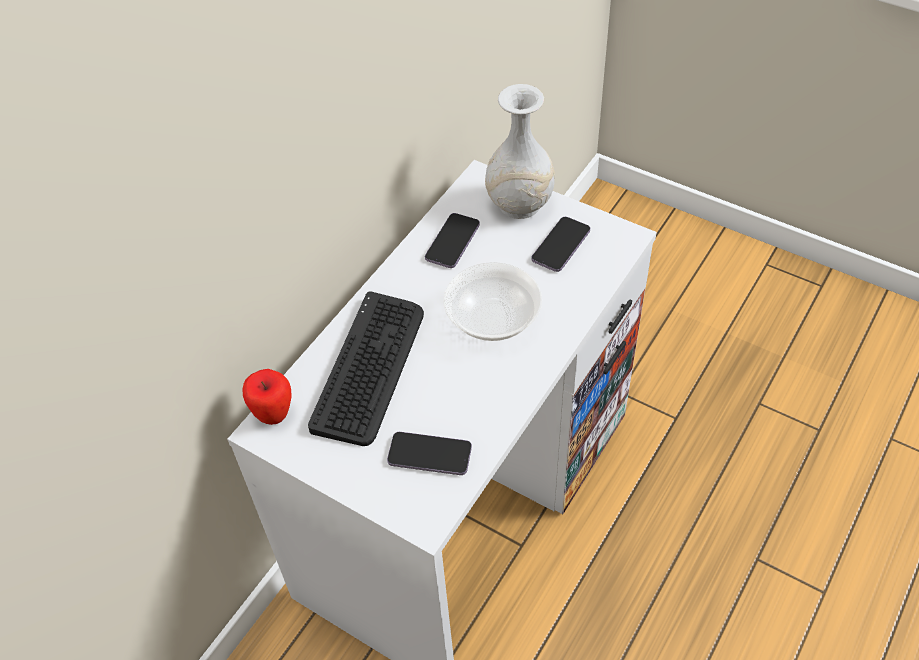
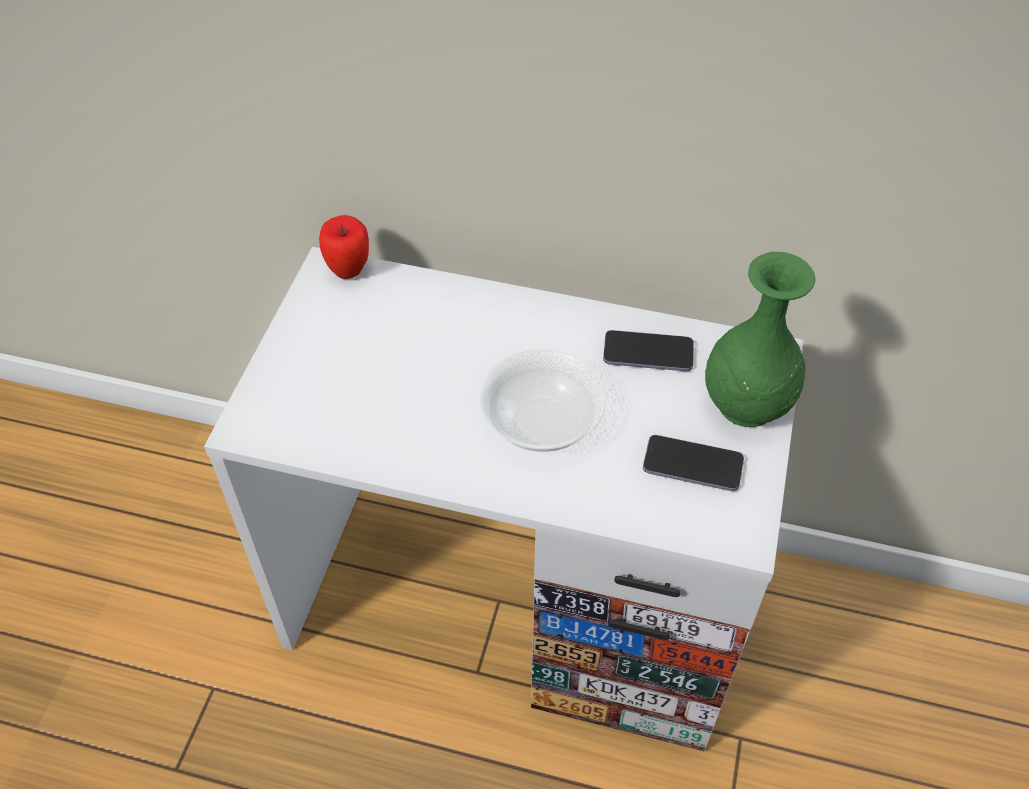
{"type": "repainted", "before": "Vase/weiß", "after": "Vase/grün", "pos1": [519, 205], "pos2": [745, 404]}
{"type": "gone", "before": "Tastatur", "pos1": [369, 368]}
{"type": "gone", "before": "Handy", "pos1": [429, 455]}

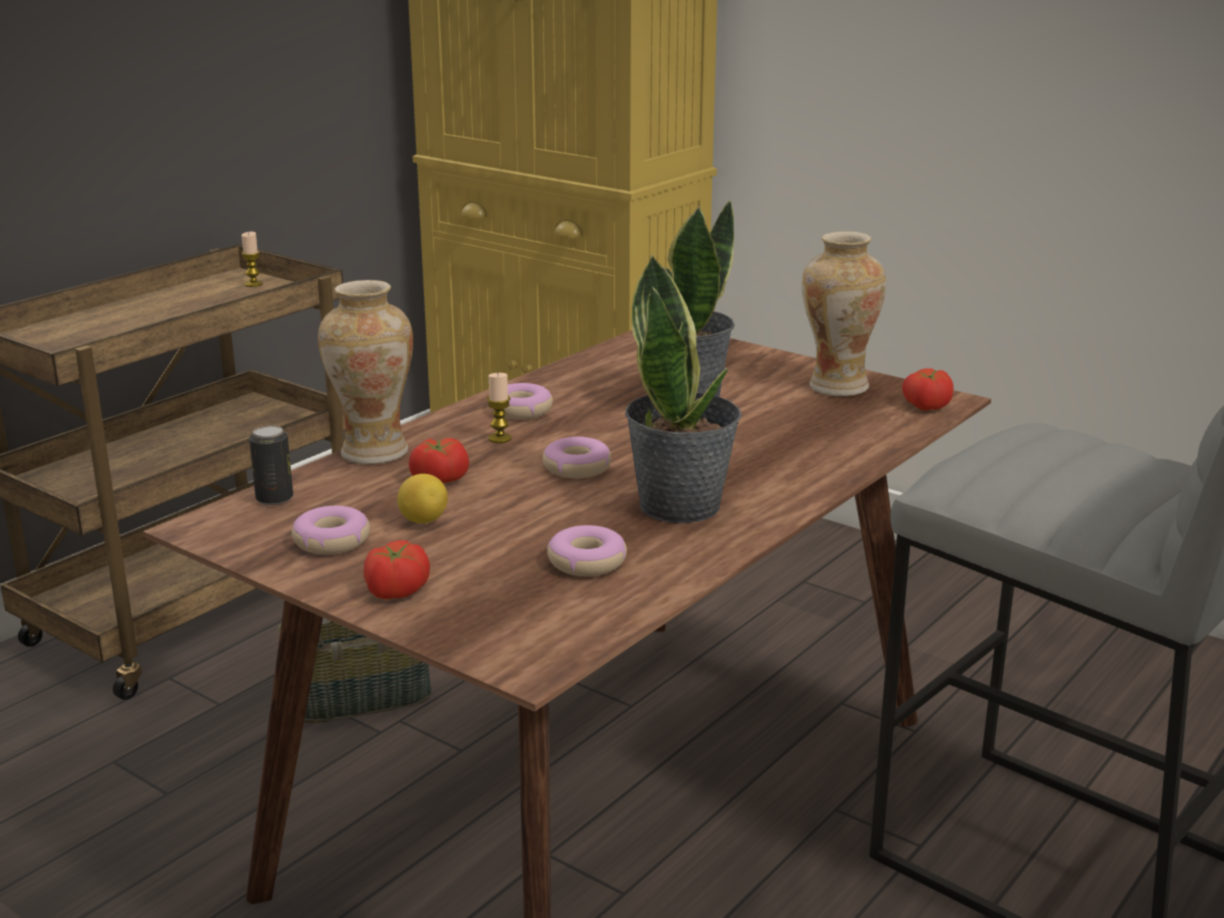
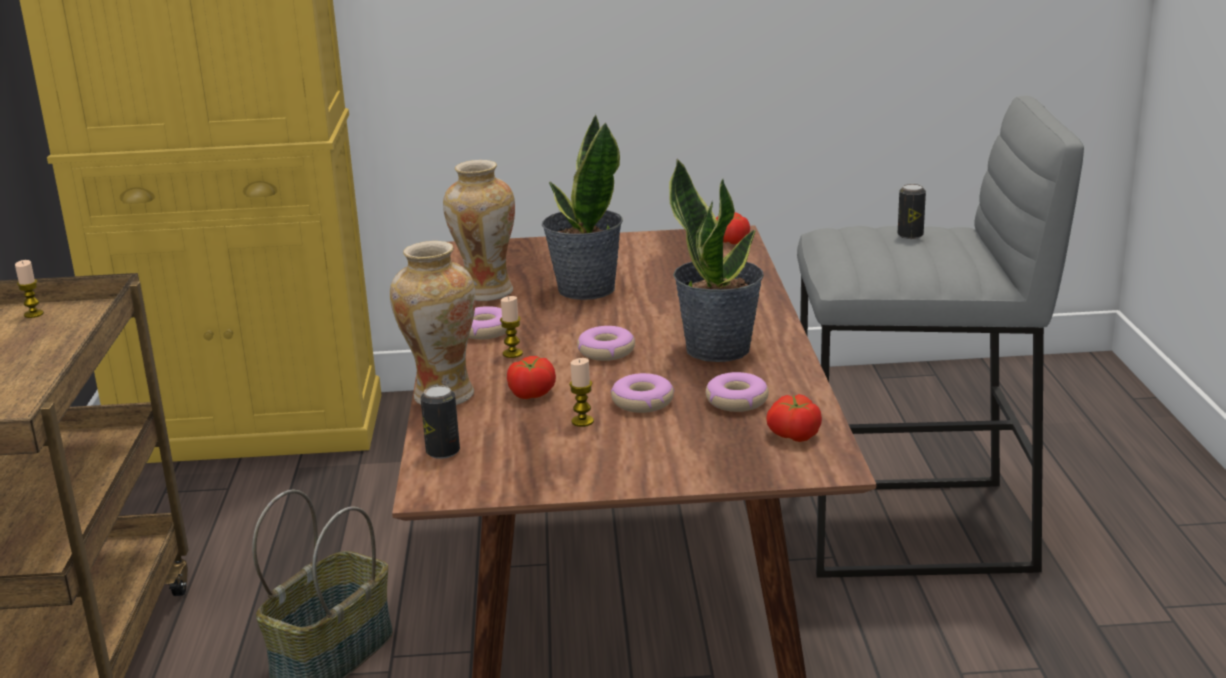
{"type": "shifted", "before": "Vase", "pos1": [836, 386], "pos2": [485, 292]}
{"type": "swapped", "before": "Zitrone", "after": "Kerze", "pos1": [423, 521], "pos2": [582, 421]}
{"type": "shifted", "before": "Donut", "pos1": [331, 541], "pos2": [642, 402]}
{"type": "shifted", "before": "Tomate", "pos1": [395, 590], "pos2": [793, 435]}
{"type": "new", "after": "Dose", "pos2": [910, 235]}

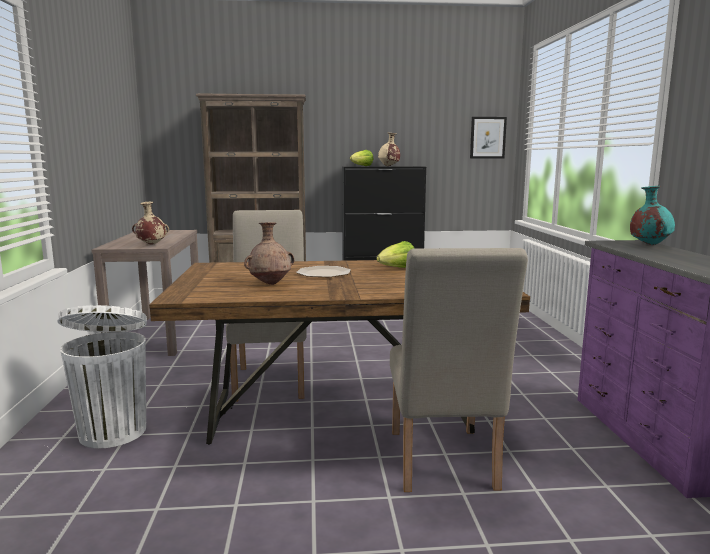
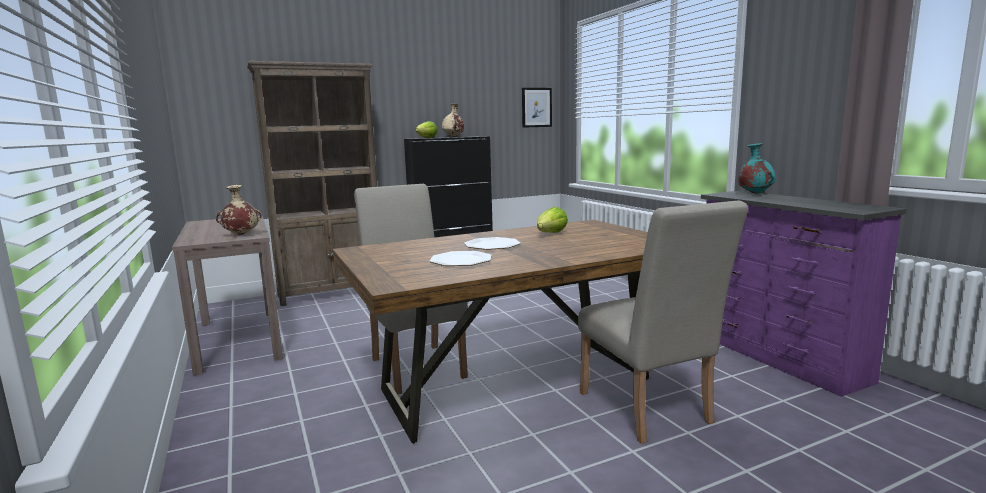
{"type": "swapped", "before": "Vase/braun", "after": "Teller", "pos1": [270, 283], "pos2": [461, 260]}
{"type": "gone", "before": "Mülleimer/weiß", "pos1": [114, 431]}

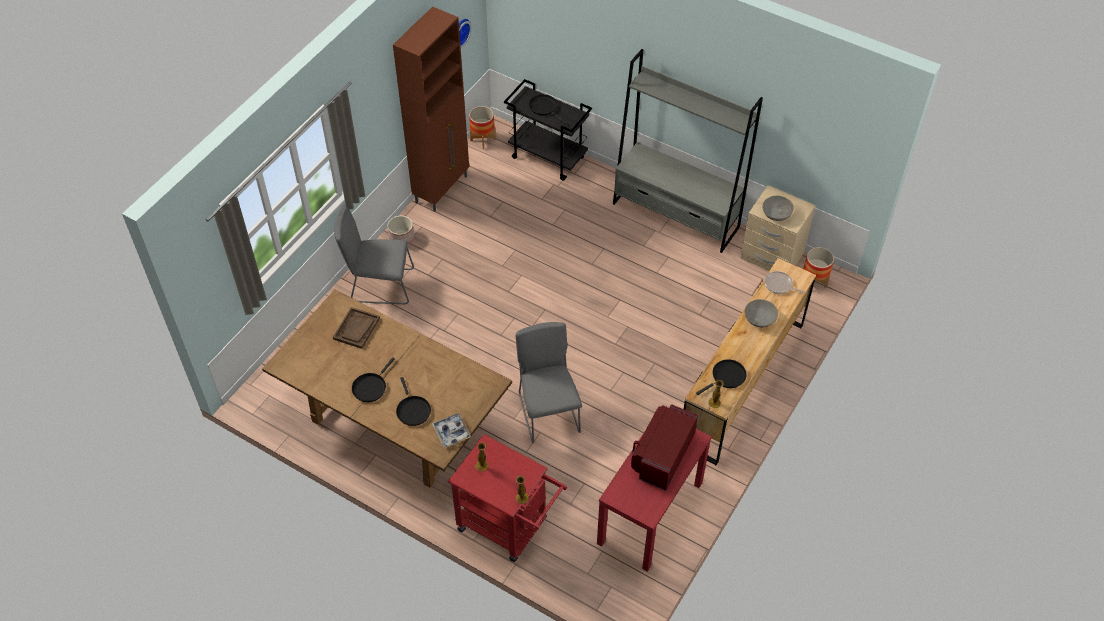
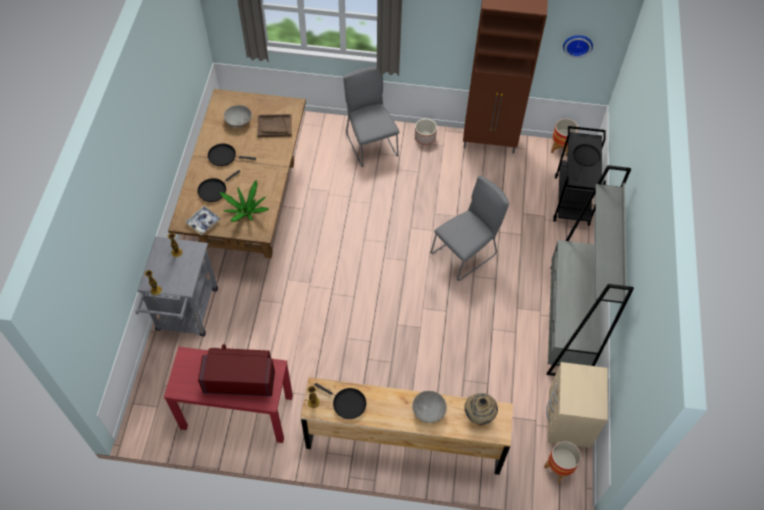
{"type": "repainted", "before": "Rollwagen/rot", "after": "Rollwagen/grau", "pos1": [509, 527], "pos2": [186, 314]}
{"type": "new", "after": "Topfpflanze", "pos2": [246, 211]}
{"type": "shifted", "before": "Schüssel/grau", "pos1": [776, 213], "pos2": [238, 121]}
{"type": "shifted", "before": "Stuhl/grau", "pos1": [548, 410], "pos2": [466, 253]}
{"type": "swapped", "before": "Pfanne", "after": "Vase/beige", "pos1": [779, 285], "pos2": [479, 415]}

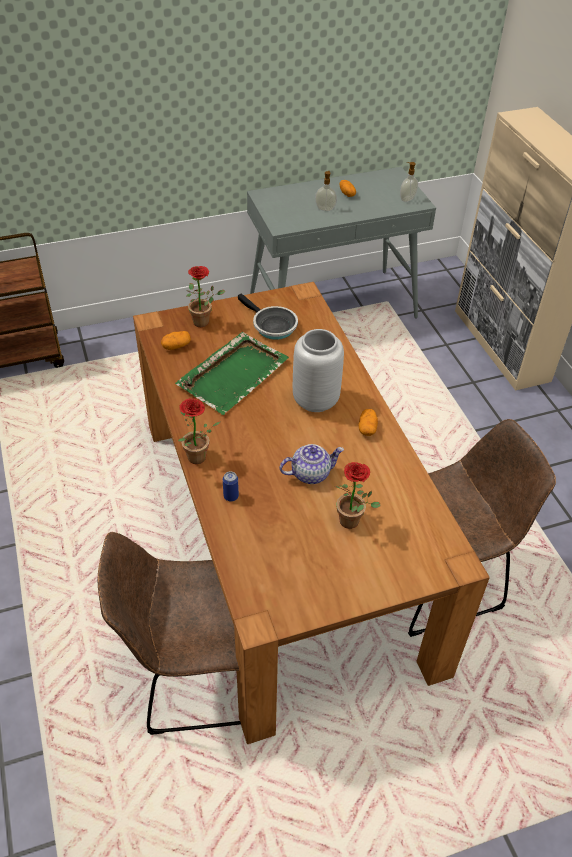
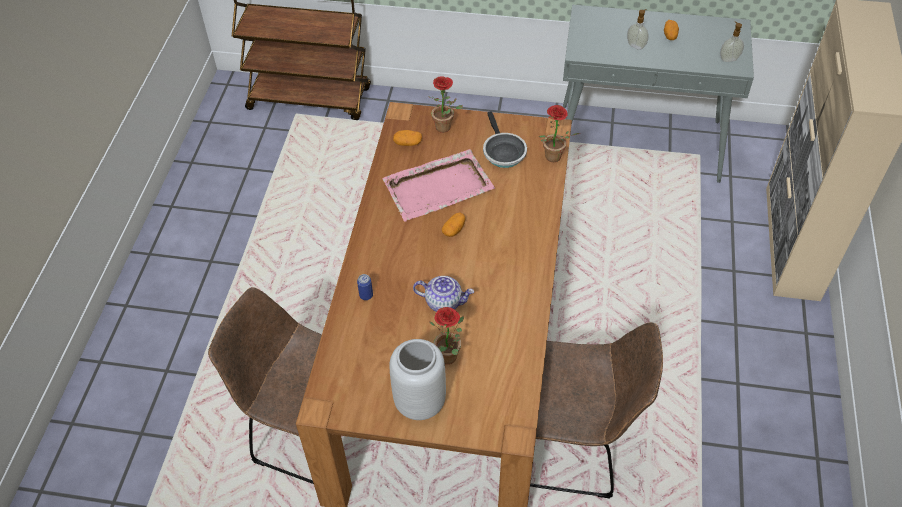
{"type": "repainted", "before": "Tablett/grün", "after": "Tablett/rosa", "pos1": [234, 374], "pos2": [439, 187]}
{"type": "shifted", "before": "Vase/grau", "pos1": [315, 399], "pos2": [420, 401]}
{"type": "shifted", "before": "Kartoffel", "pos1": [367, 428], "pos2": [454, 230]}
{"type": "shifted", "before": "Topfpflanze", "pos1": [197, 460], "pos2": [552, 159]}

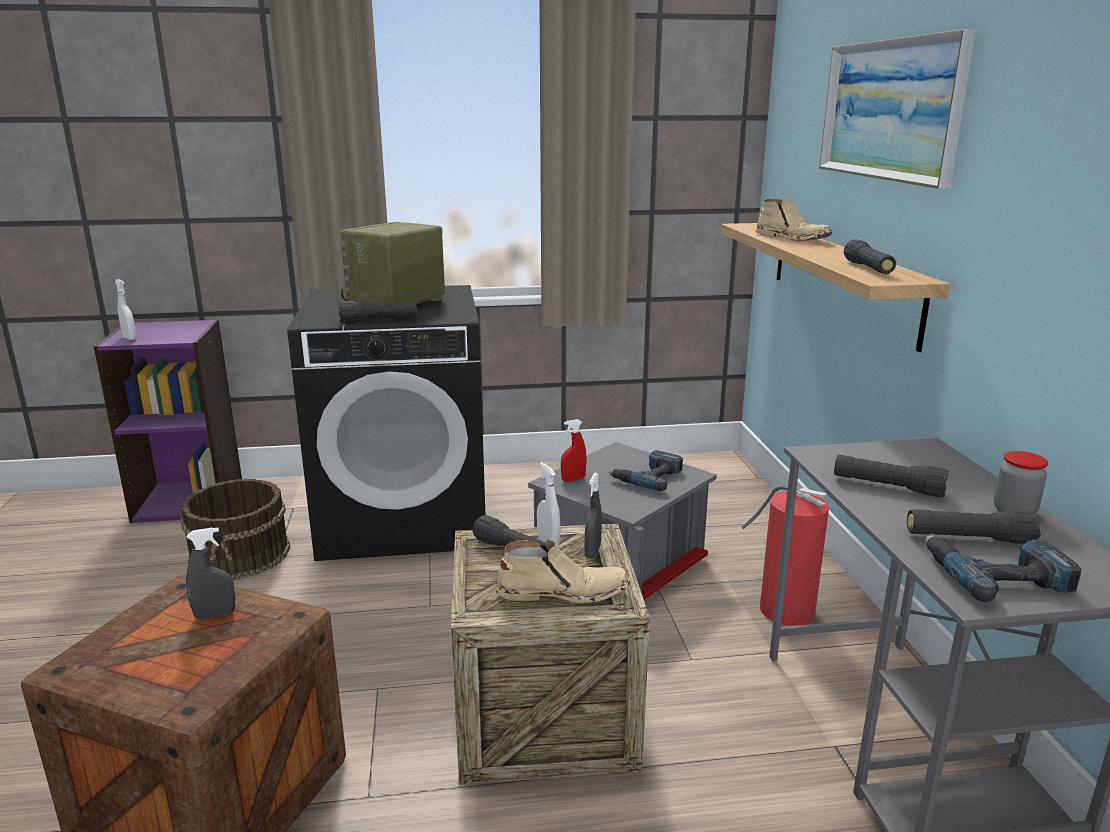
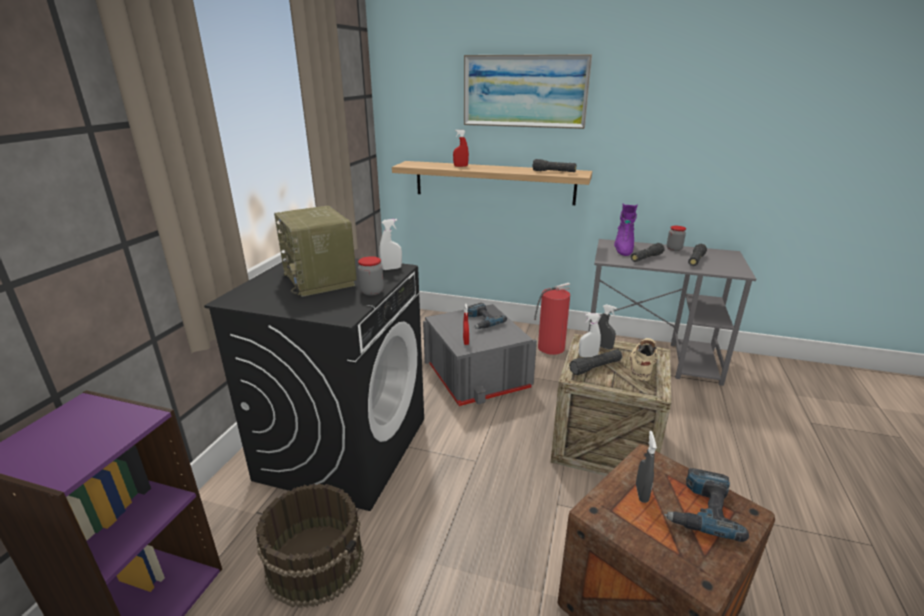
{"type": "swapped", "before": "Taschenlampe/schwarz", "after": "Vorratsglas", "pos1": [379, 320], "pos2": [372, 292]}
{"type": "shifted", "before": "Sprühflasche/weiß", "pos1": [129, 338], "pos2": [391, 268]}
{"type": "swapped", "before": "Stiefel/beige", "after": "Sprühflasche/rot", "pos1": [793, 238], "pos2": [460, 166]}
{"type": "new", "after": "Stiefel/lila", "pos2": [623, 249]}
{"type": "shifted", "before": "Bohrmaschine", "pos1": [996, 575], "pos2": [700, 509]}

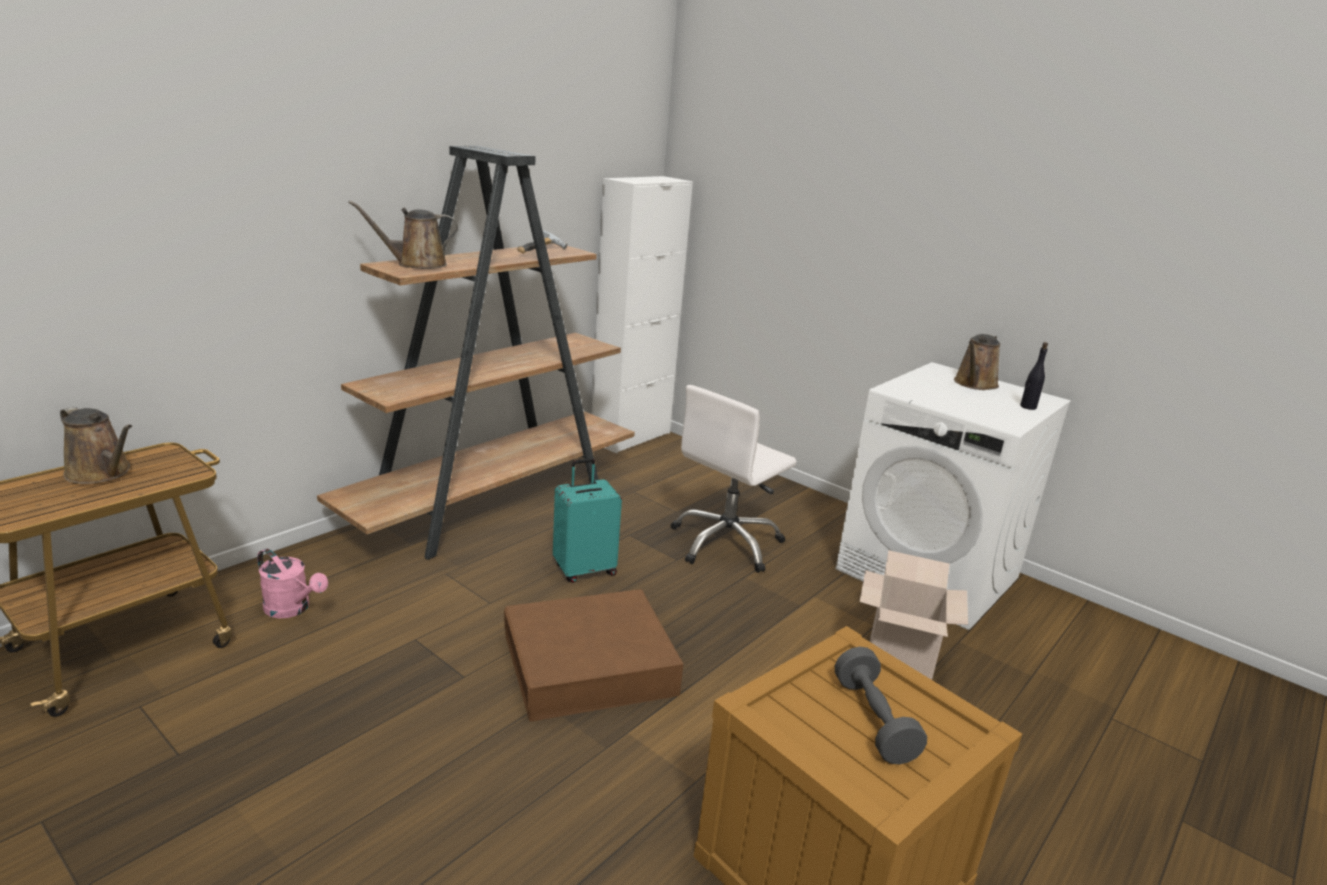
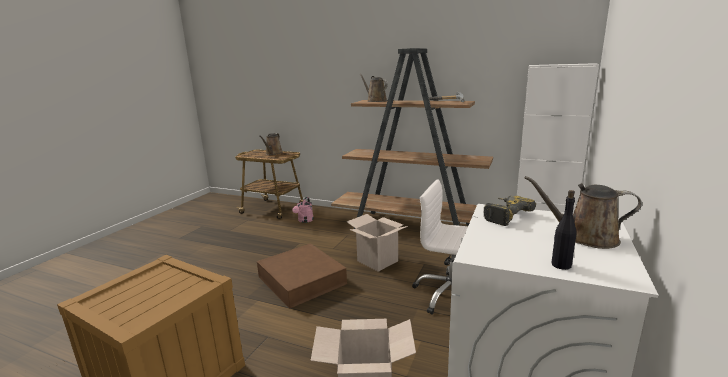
{"type": "swapped", "before": "Koffer/türkis", "after": "Karton", "pos1": [584, 569], "pos2": [377, 261]}
{"type": "new", "after": "Bohrmaschine", "pos2": [504, 215]}
{"type": "gone", "before": "Hantel/grau", "pos1": [873, 721]}

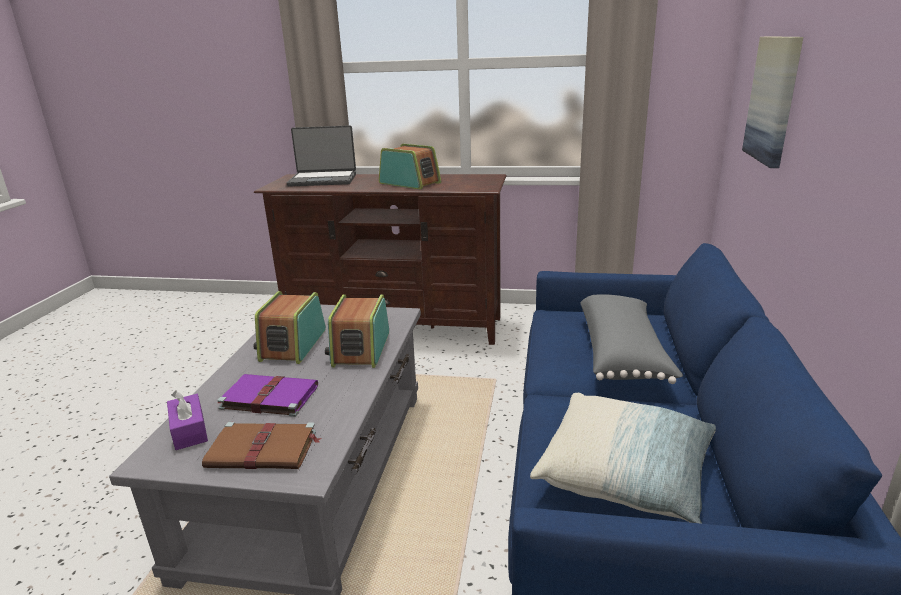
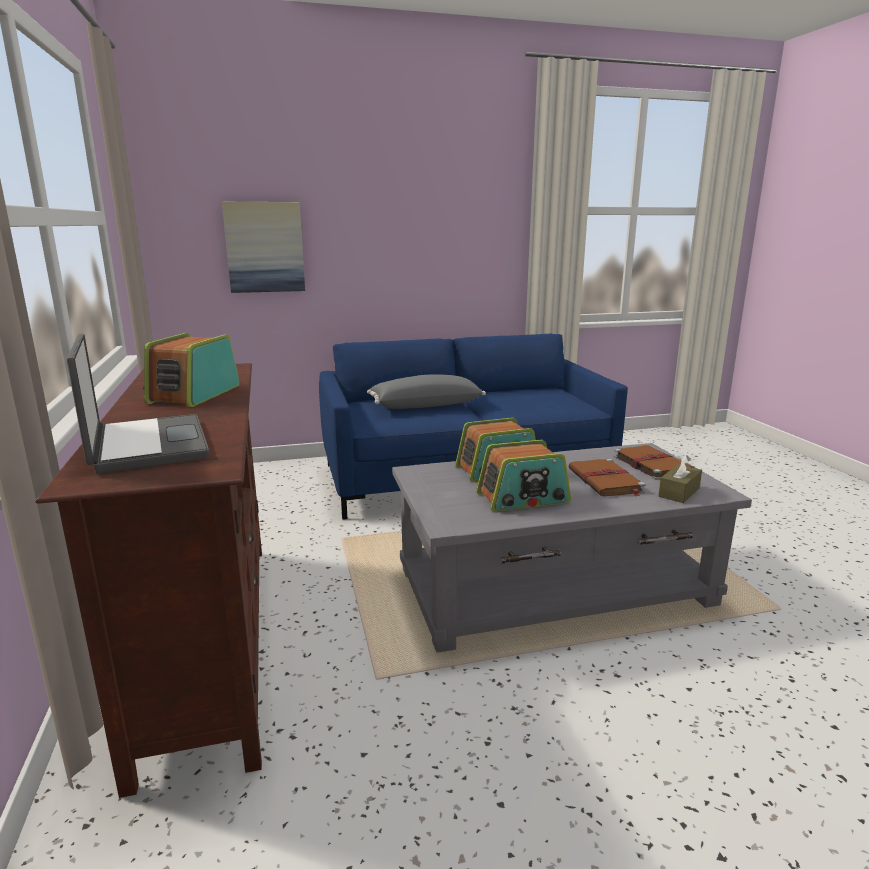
{"type": "repainted", "before": "Buch/lila", "after": "Buch/braun", "pos1": [268, 397], "pos2": [606, 481]}
{"type": "repainted", "before": "Taschentuchbox/lila", "after": "Taschentuchbox/braun", "pos1": [189, 431], "pos2": [679, 492]}
{"type": "gone", "before": "Kissen", "pos1": [625, 473]}

